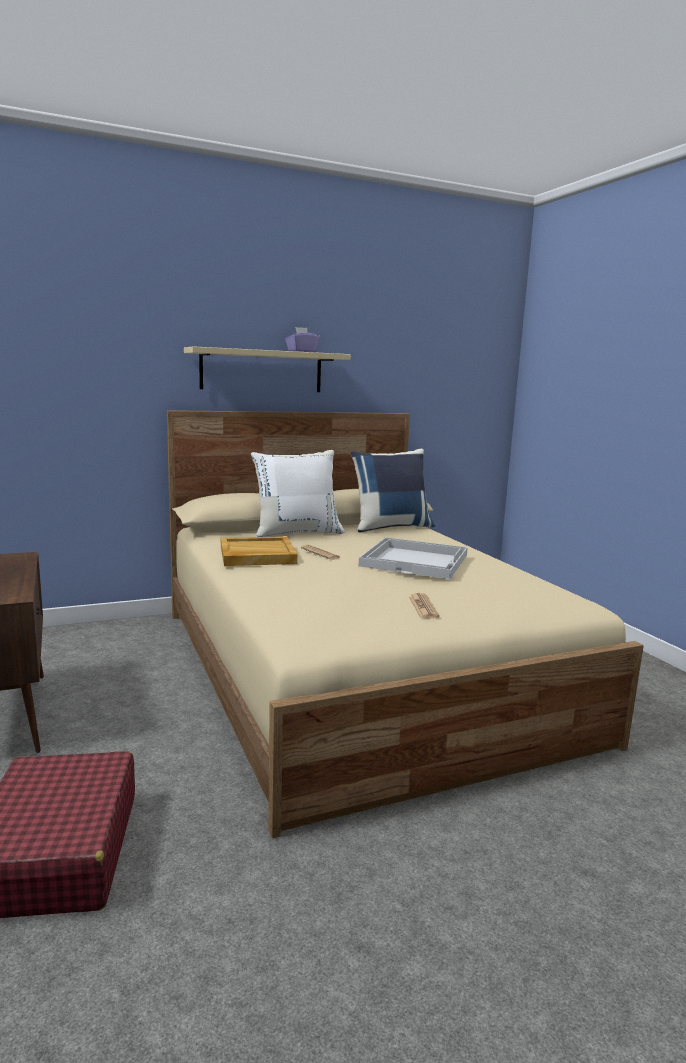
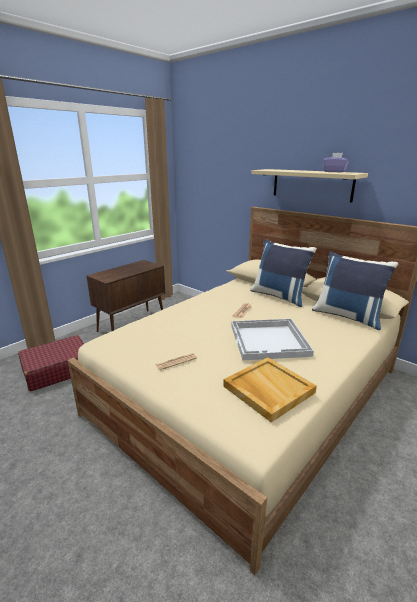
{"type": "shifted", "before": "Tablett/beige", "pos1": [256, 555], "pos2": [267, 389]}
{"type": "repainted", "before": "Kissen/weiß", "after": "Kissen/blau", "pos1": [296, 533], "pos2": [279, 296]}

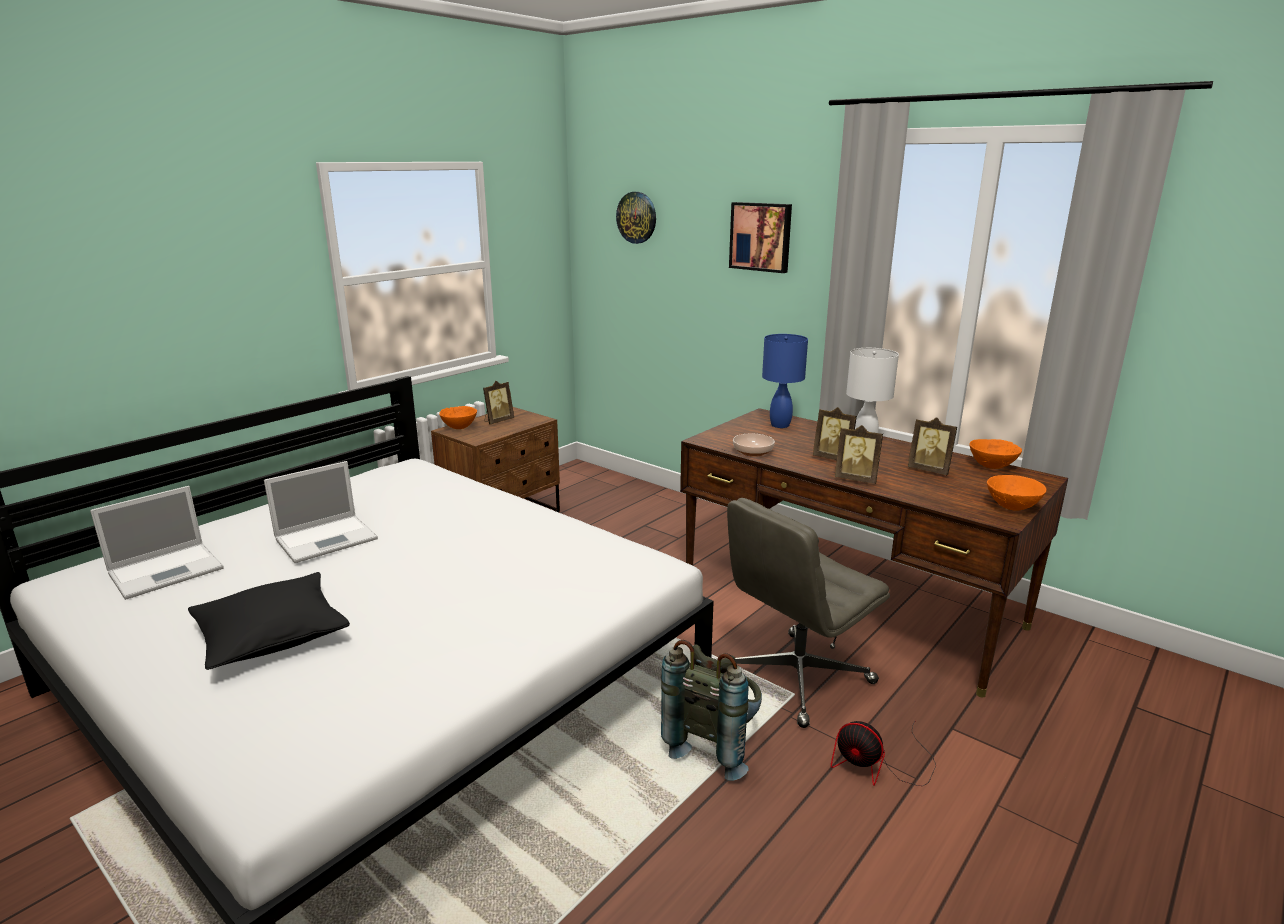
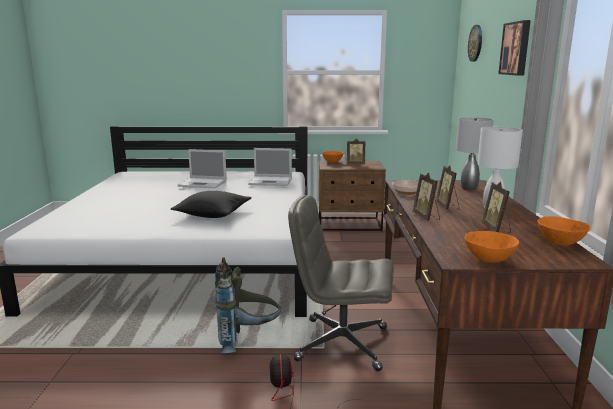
{"type": "shifted", "before": "Kissen/schwarz", "pos1": [272, 636], "pos2": [213, 214]}
{"type": "shifted", "before": "Laptop", "pos1": [168, 570], "pos2": [271, 181]}
{"type": "repainted", "before": "Tischlampe/blau", "after": "Tischlampe/grau", "pos1": [780, 425], "pos2": [469, 188]}

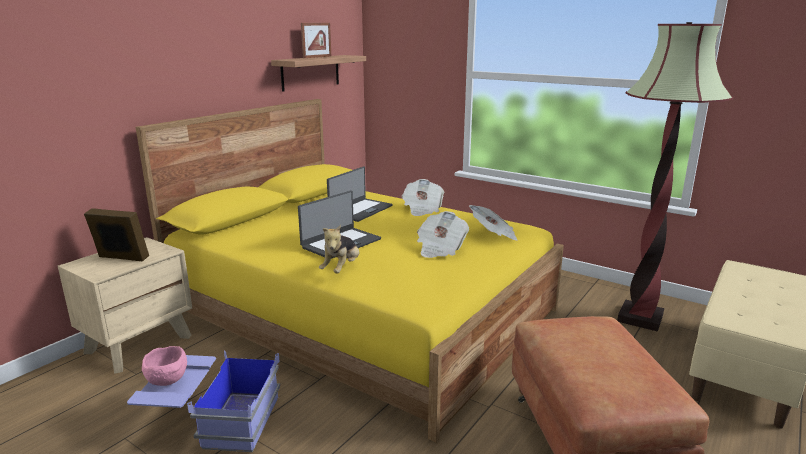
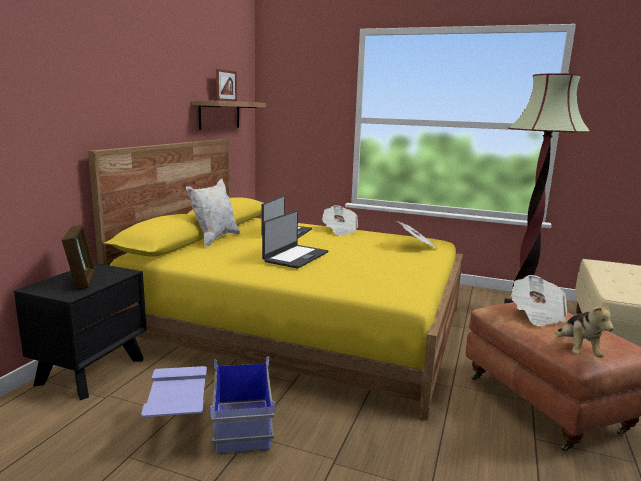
{"type": "repainted", "before": "Nachttisch/beige", "after": "Nachttisch/schwarz", "pos1": [139, 344], "pos2": [91, 371]}
{"type": "rotated", "before": "Bilderrahmen", "pos1": [121, 258], "pos2": [82, 281], "turn": 75}
{"type": "new", "after": "Kissen/weiß", "pos2": [215, 239]}
{"type": "shifted", "before": "Zeitung", "pos1": [440, 248], "pos2": [536, 315]}
{"type": "shifted", "before": "Plüschtier", "pos1": [341, 269], "pos2": [577, 350]}
{"type": "gone", "before": "Schüssel/rosa", "pos1": [168, 381]}

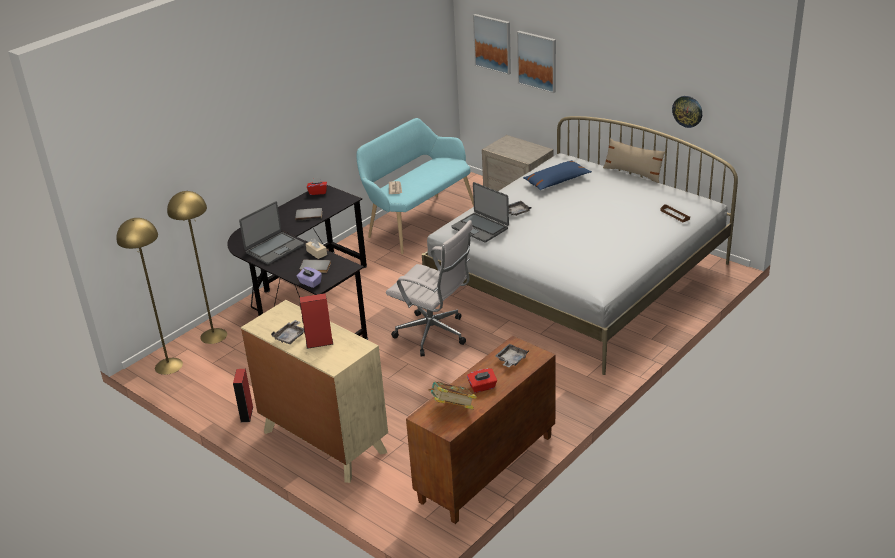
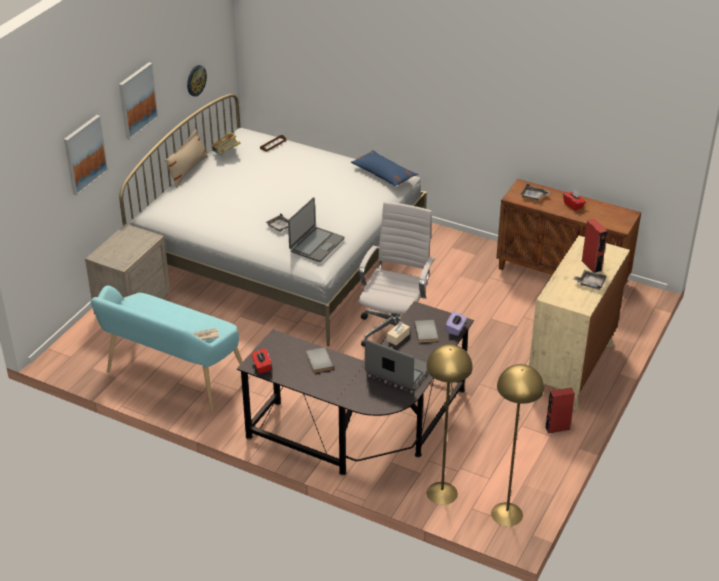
{"type": "shifted", "before": "Bild", "pos1": [493, 43], "pos2": [137, 100]}
{"type": "shifted", "before": "Buch", "pos1": [452, 408], "pos2": [226, 154]}
{"type": "shifted", "before": "Kissen/blau", "pos1": [556, 181], "pos2": [383, 174]}

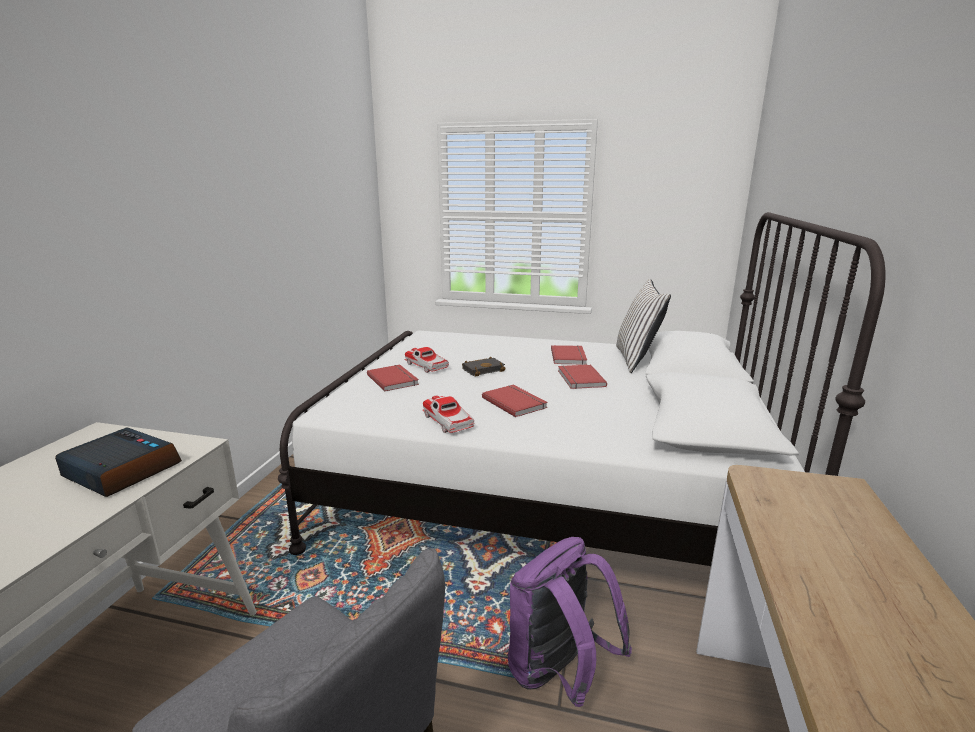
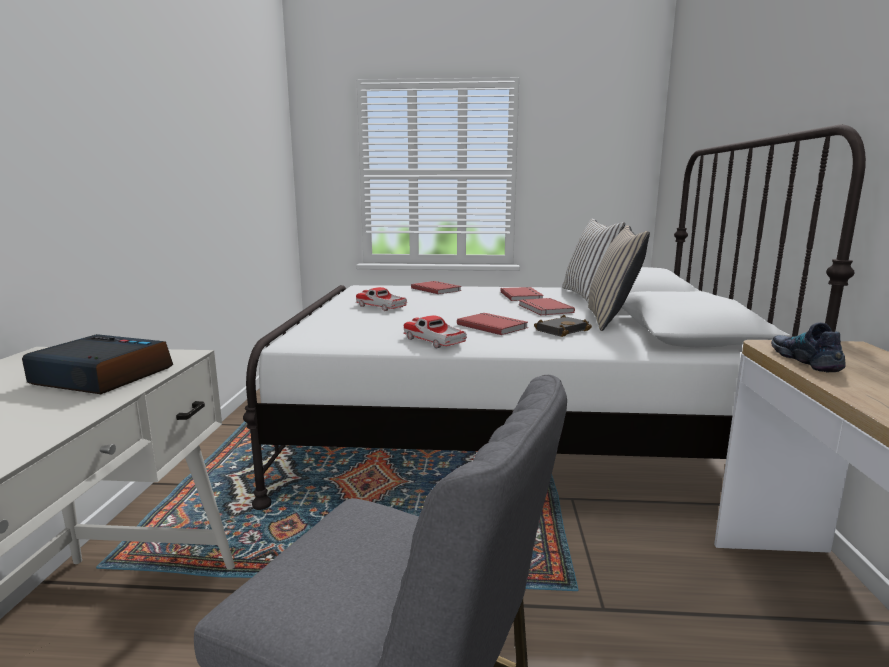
{"type": "shifted", "before": "Buch/rot", "pos1": [394, 379], "pos2": [437, 289]}
{"type": "shifted", "before": "Buch/schwarz", "pos1": [483, 369], "pos2": [561, 330]}
{"type": "new", "after": "Kissen/beige", "pos2": [611, 319]}
{"type": "new", "after": "Schuh", "pos2": [805, 360]}
{"type": "gone", "before": "Rucksack/lila", "pos1": [558, 674]}

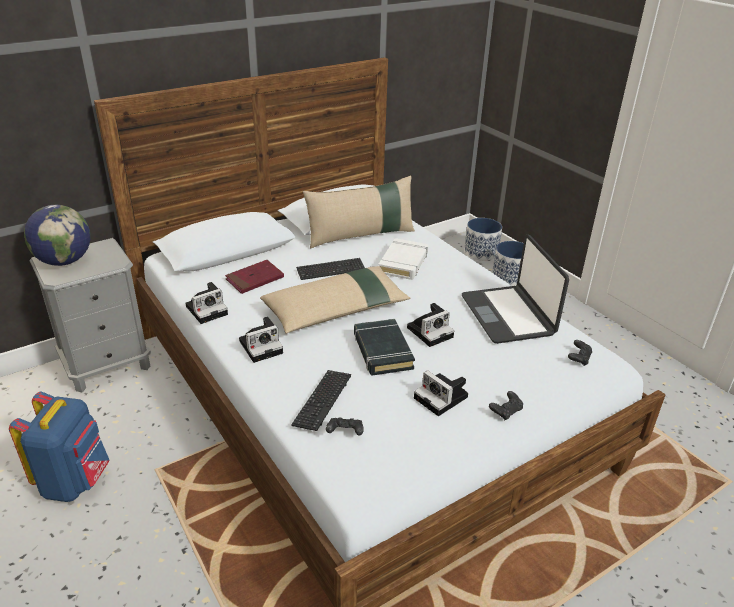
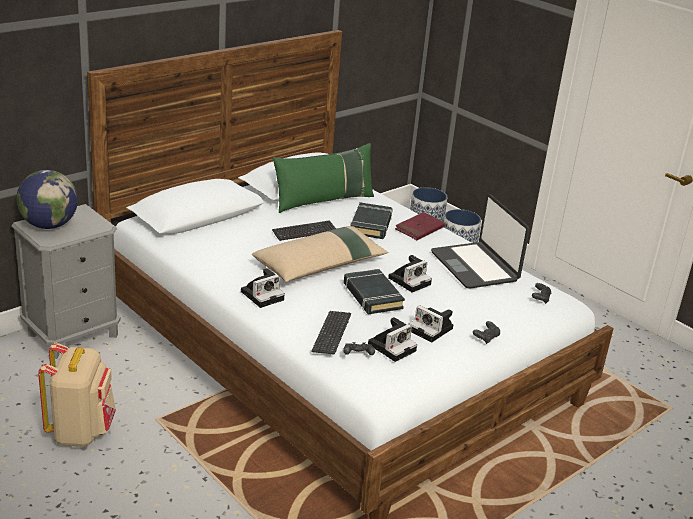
{"type": "repainted", "before": "Rucksack/blau", "after": "Rucksack/beige", "pos1": [75, 481], "pos2": [81, 432]}
{"type": "repainted", "before": "Kissen/beige", "after": "Kissen/grün", "pos1": [360, 235], "pos2": [323, 201]}
{"type": "repainted", "before": "Buch/weiß", "after": "Buch/schwarz", "pos1": [403, 263], "pos2": [371, 225]}
{"type": "shifted", "before": "Kamera", "pos1": [208, 309], "pos2": [392, 346]}
{"type": "shifted", "before": "Buch/rot", "pos1": [255, 279], "pos2": [420, 229]}

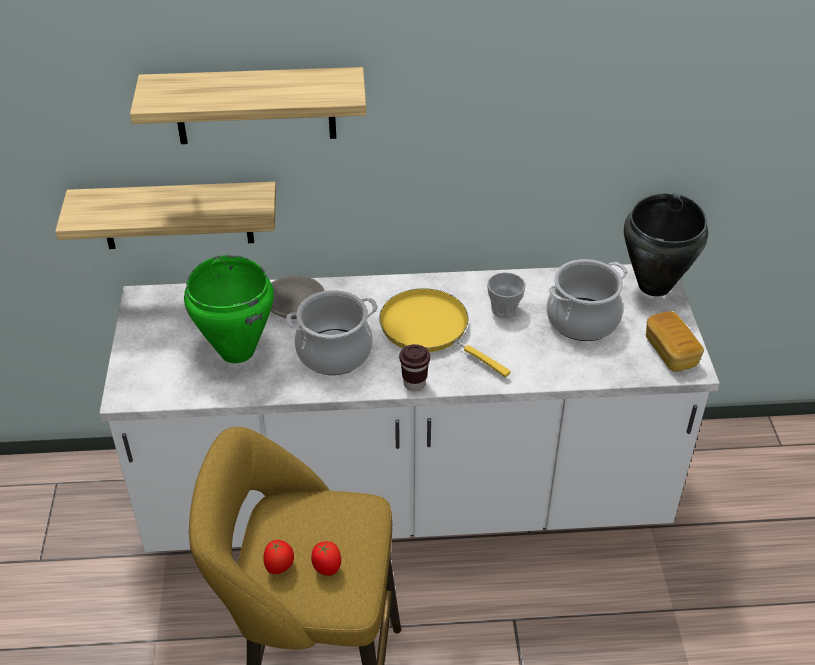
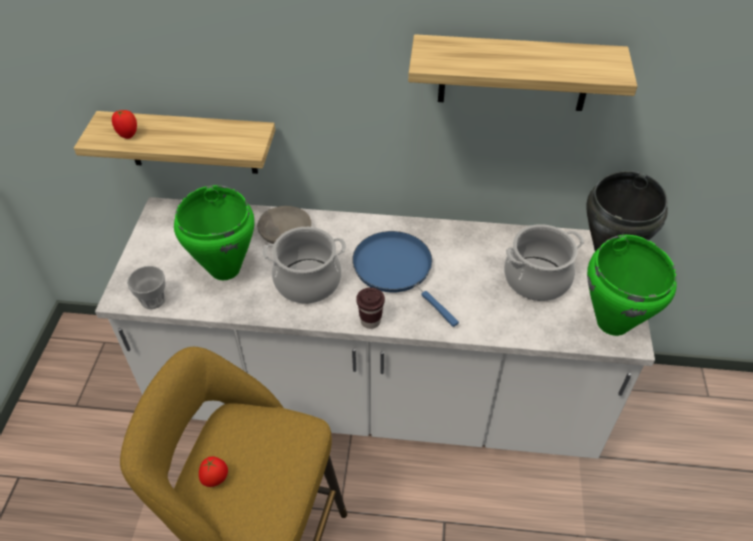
{"type": "shifted", "before": "Tomate", "pos1": [326, 568], "pos2": [128, 135]}
{"type": "shifted", "before": "Tasse", "pos1": [504, 309], "pos2": [153, 300]}
{"type": "repainted", "before": "Pfanne/gelb", "after": "Pfanne/blau", "pos1": [429, 329], "pos2": [396, 270]}
{"type": "shifted", "before": "Wandregal", "pos1": [255, 106], "pos2": [514, 73]}
{"type": "swapped", "before": "Brot", "after": "Kochtopf/grün", "pos1": [670, 352], "pos2": [613, 322]}

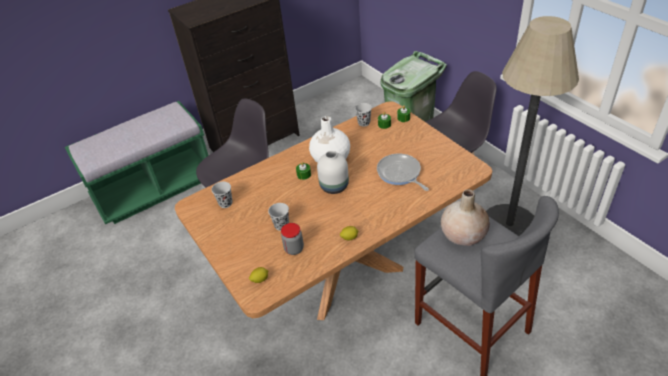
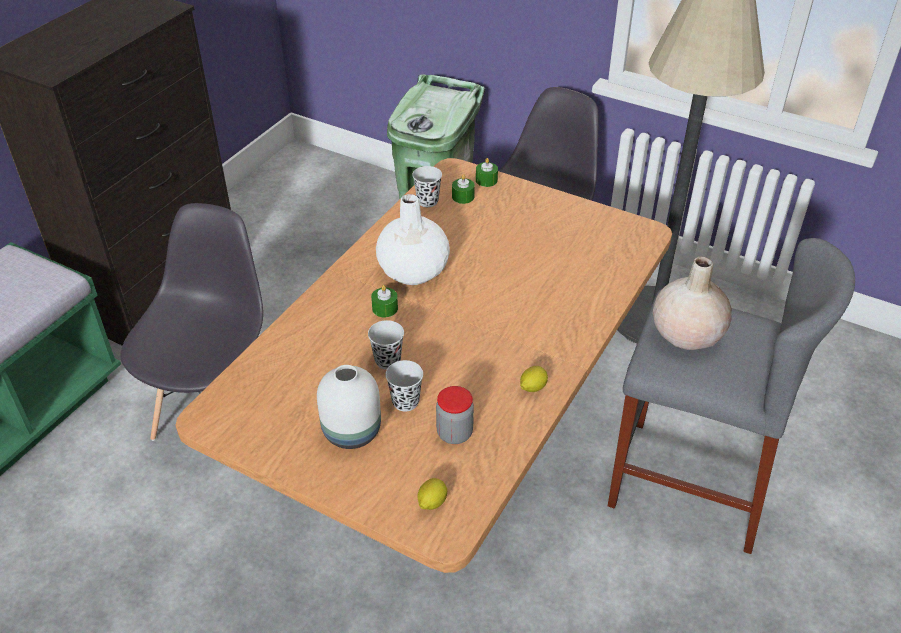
{"type": "shifted", "before": "Vase/weiß", "pos1": [335, 187], "pos2": [353, 432]}
{"type": "shifted", "before": "Tasse/schwarz", "pos1": [225, 203], "pos2": [387, 361]}
{"type": "gone", "before": "Pfanne", "pos1": [400, 173]}

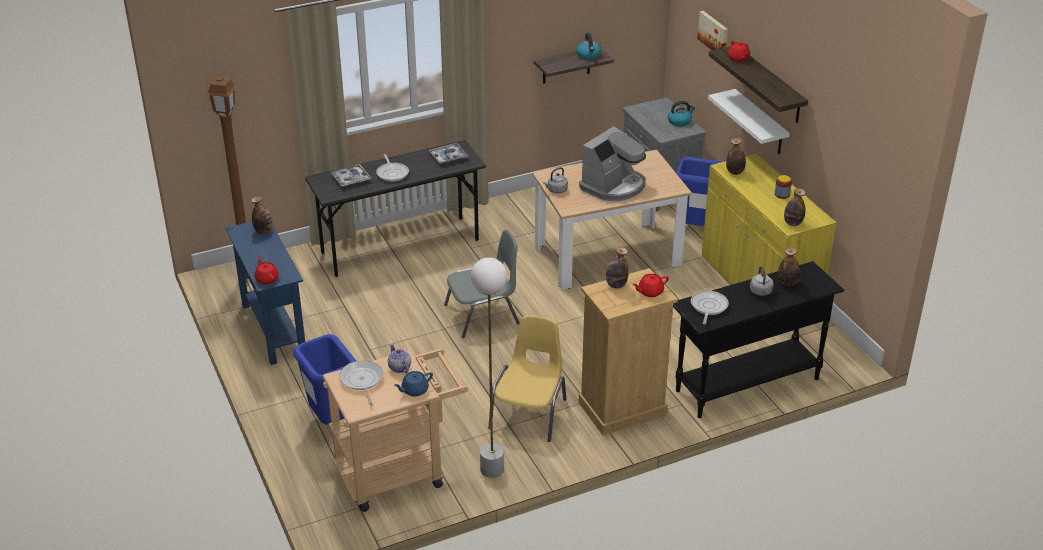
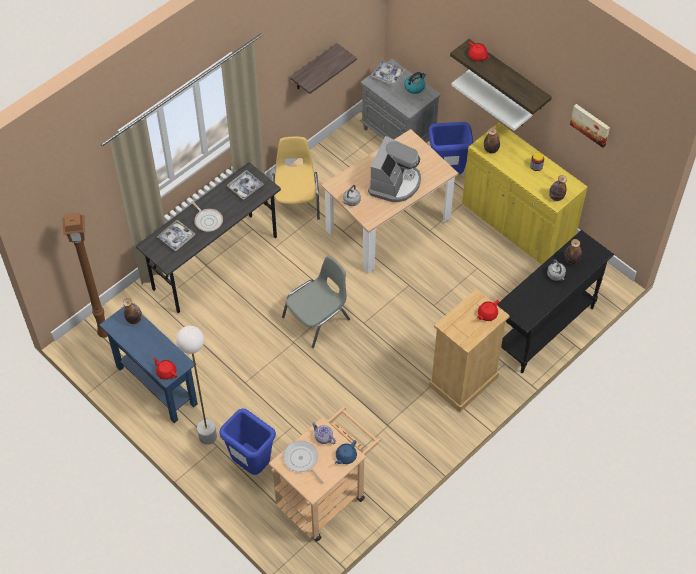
{"type": "shifted", "before": "Stehlampe/weiß", "pos1": [492, 469], "pos2": [207, 436]}
{"type": "shifted", "before": "Stuhl/gelb", "pos1": [529, 413], "pos2": [296, 200]}
{"type": "new", "after": "Tablett", "pos2": [387, 75]}
{"type": "shifted", "before": "Bild", "pos1": [714, 33], "pos2": [591, 124]}
{"type": "gone", "before": "Wasserkessel", "pos1": [588, 55]}
{"type": "gone", "before": "Flasche", "pos1": [616, 285]}
{"type": "gone", "before": "Pfanne", "pos1": [708, 307]}

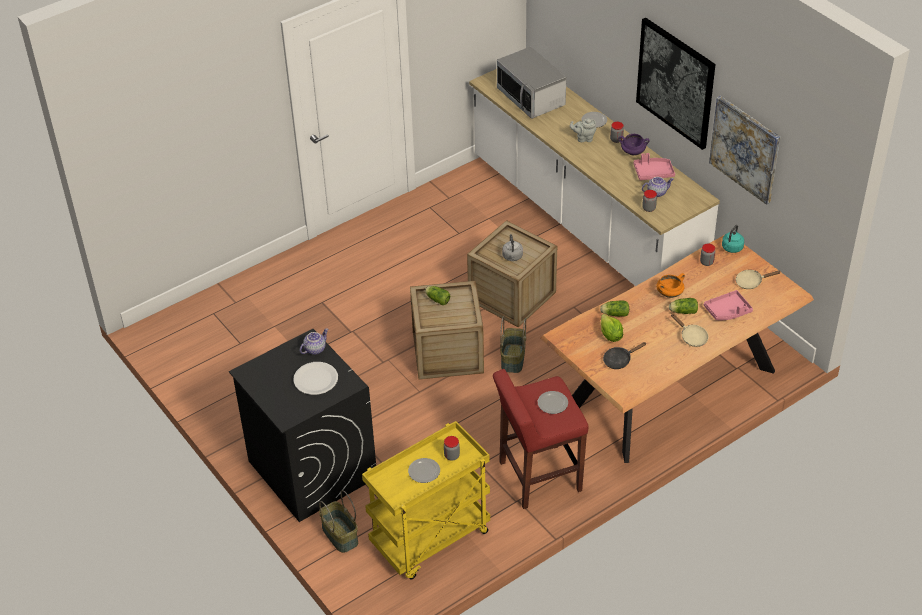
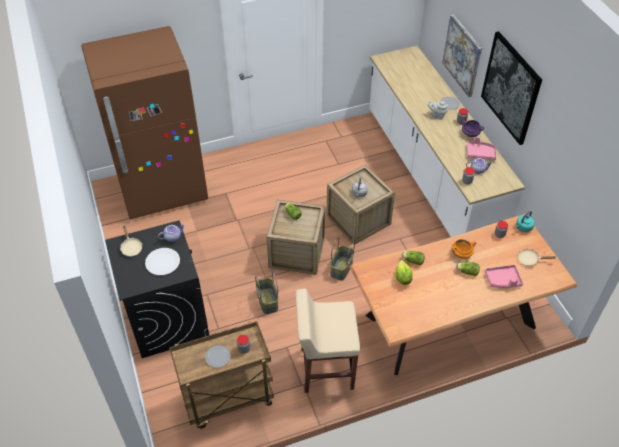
{"type": "new", "after": "Kühlschrank/braun", "pos2": [163, 189]}
{"type": "shifted", "before": "Pfanne/beige", "pos1": [691, 337], "pos2": [131, 247]}
{"type": "repainted", "before": "Rollwagen/gelb", "after": "Rollwagen/braun", "pos1": [430, 540], "pos2": [227, 399]}
{"type": "shifted", "before": "Korb", "pos1": [339, 535], "pos2": [267, 301]}
{"type": "repainted", "before": "Hocker/rot", "after": "Hocker/beige", "pos1": [538, 476], "pos2": [325, 368]}
{"type": "shifted", "before": "Bild", "pos1": [745, 149], "pos2": [462, 55]}
{"type": "gone", "before": "Mikrowelle", "pos1": [531, 98]}
{"type": "gone", "before": "Teller", "pos1": [552, 403]}
{"type": "gone", "before": "Pfanne/schwarz", "pos1": [619, 360]}

